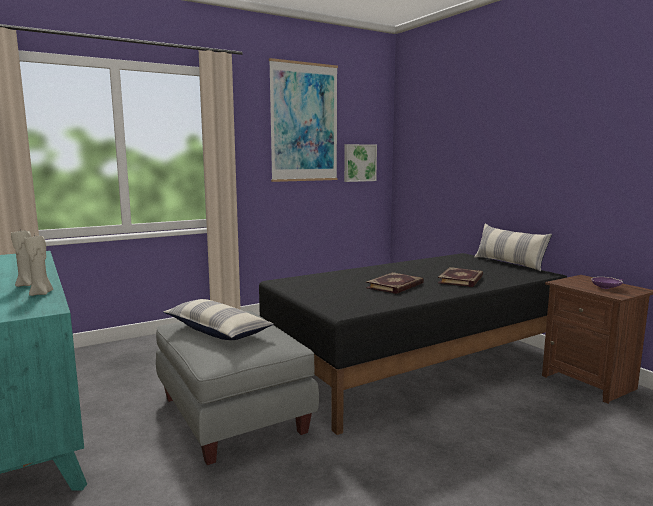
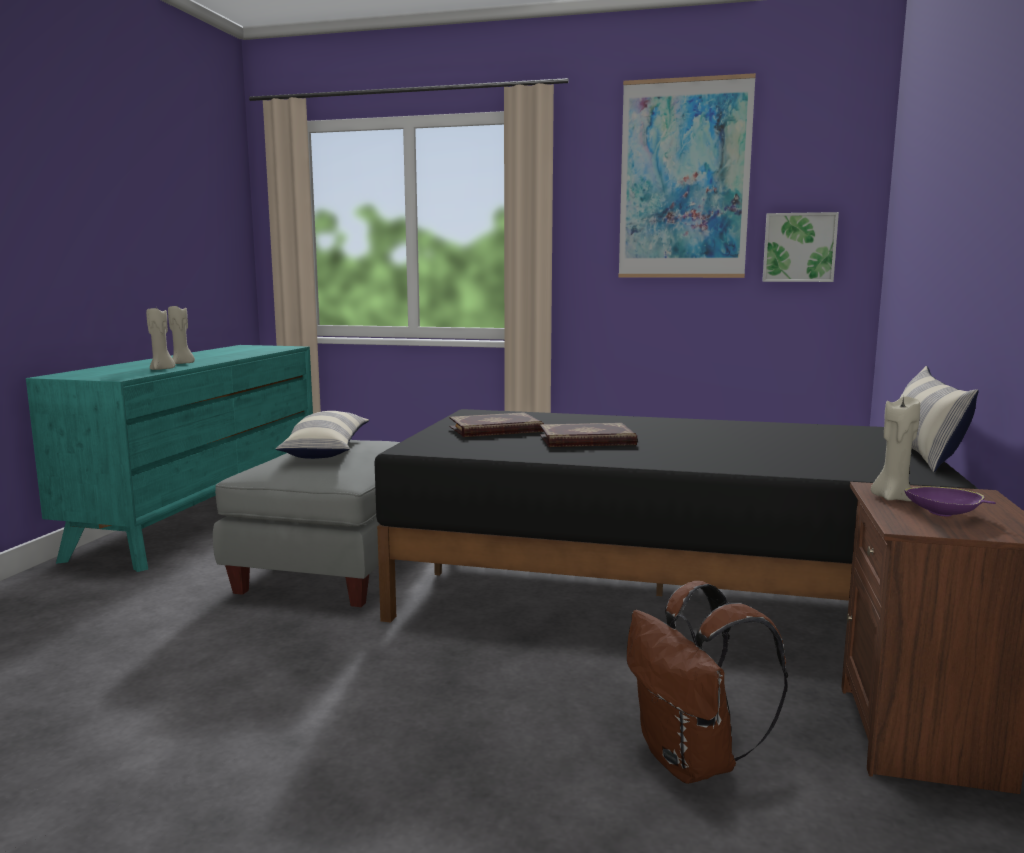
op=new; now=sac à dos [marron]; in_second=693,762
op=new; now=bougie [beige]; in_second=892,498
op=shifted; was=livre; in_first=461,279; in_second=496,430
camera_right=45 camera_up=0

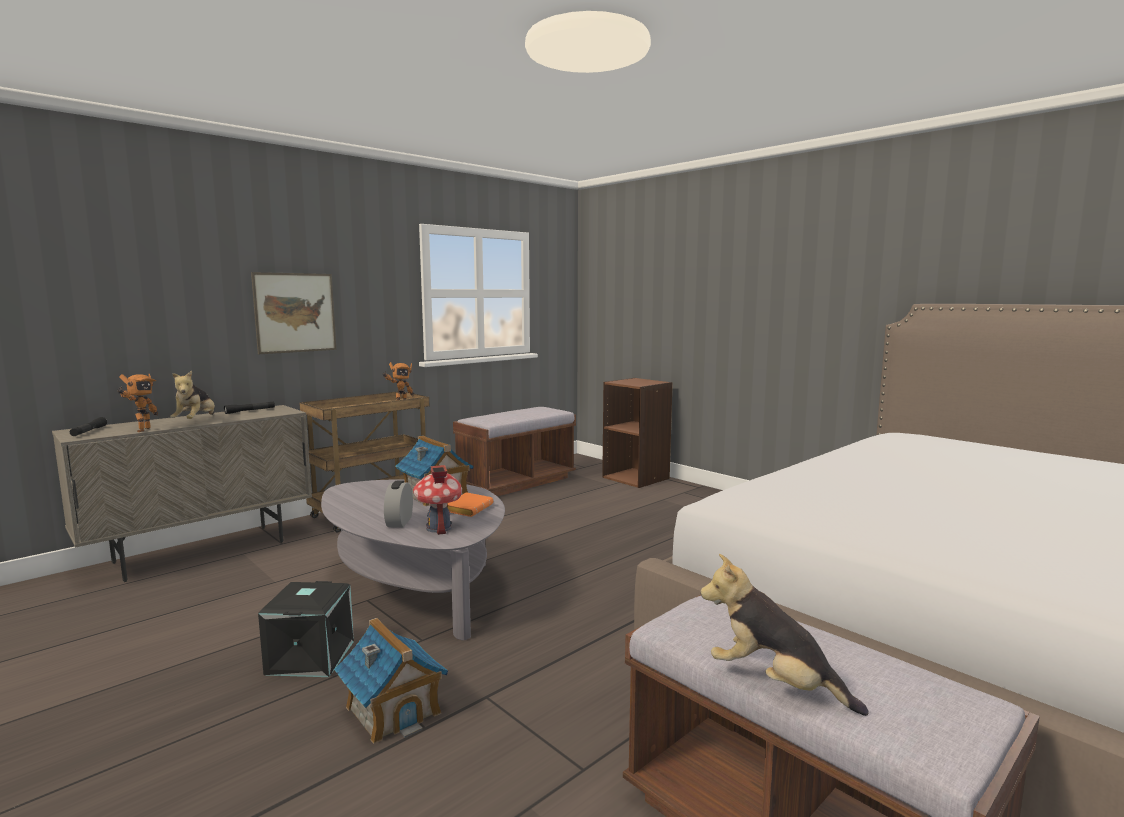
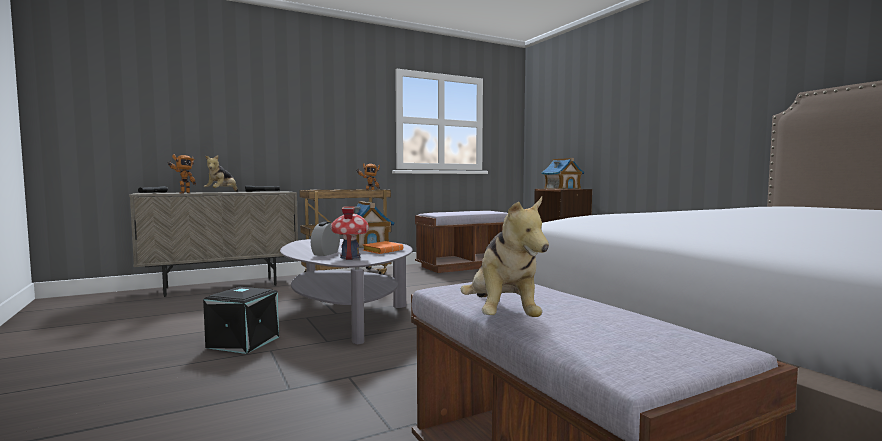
op=gone; was=tableau; in_first=295,312
op=shifted; was=maison miniature; in_first=393,710; in_second=562,188
op=rotated; was=peluche; in_first=774,684; in_second=502,317; clockwise=-150
camera_right=15 camera_up=-5

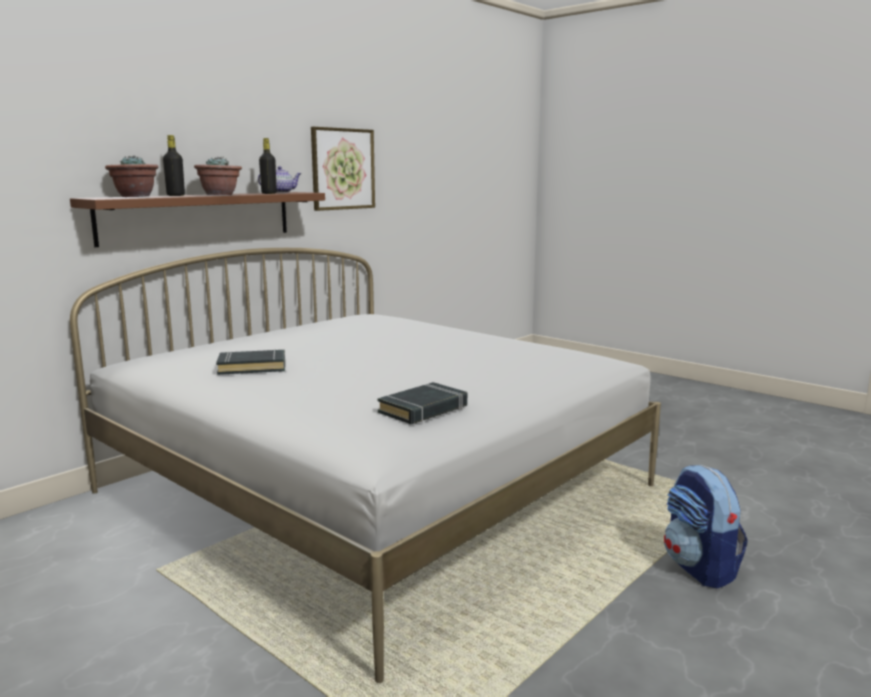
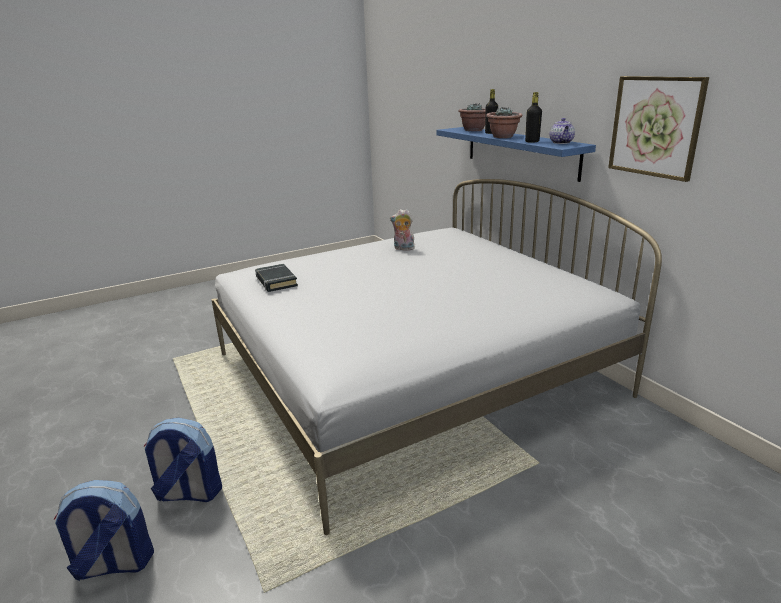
op=new; now=sac à dos; in_second=114,565
op=swapped; was=livre [noir]; now=peluche; in_first=252,367; in_second=403,249
op=repainted; was=étagère [marron]; now=étagère [bleu]; in_first=198,217; in_second=520,151
camera_right=110 camera_up=10

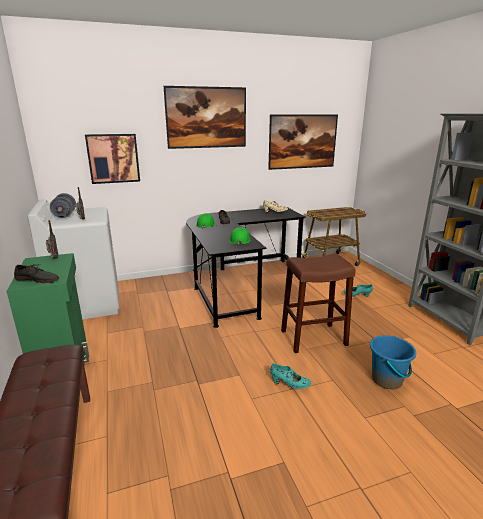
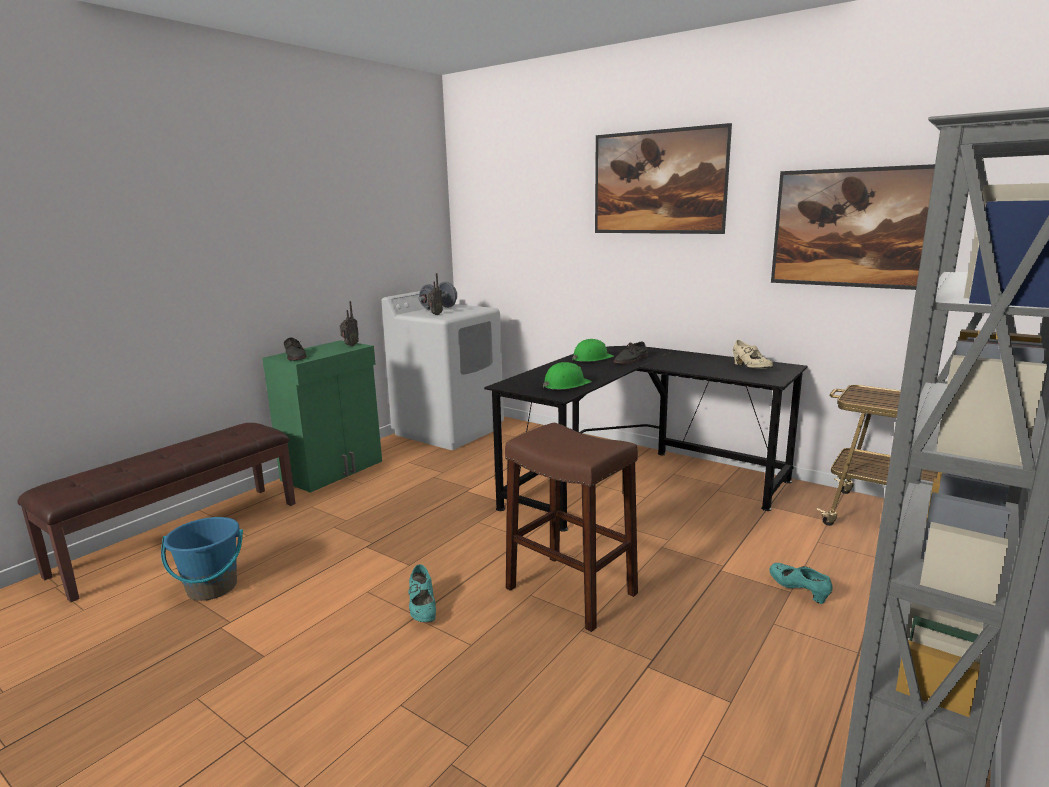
op=gone; was=tableau; in_first=113,158
op=shifted; was=seau [bleu]; in_first=387,380; in_second=212,588
camera_right=55 camera_up=-5

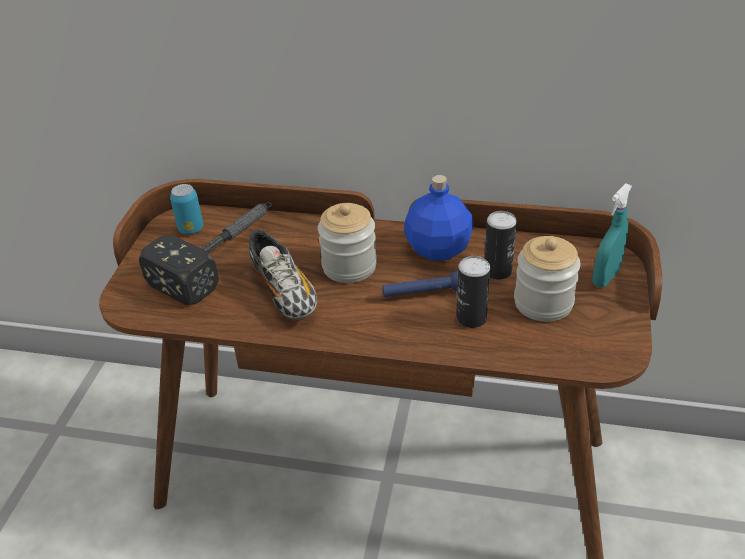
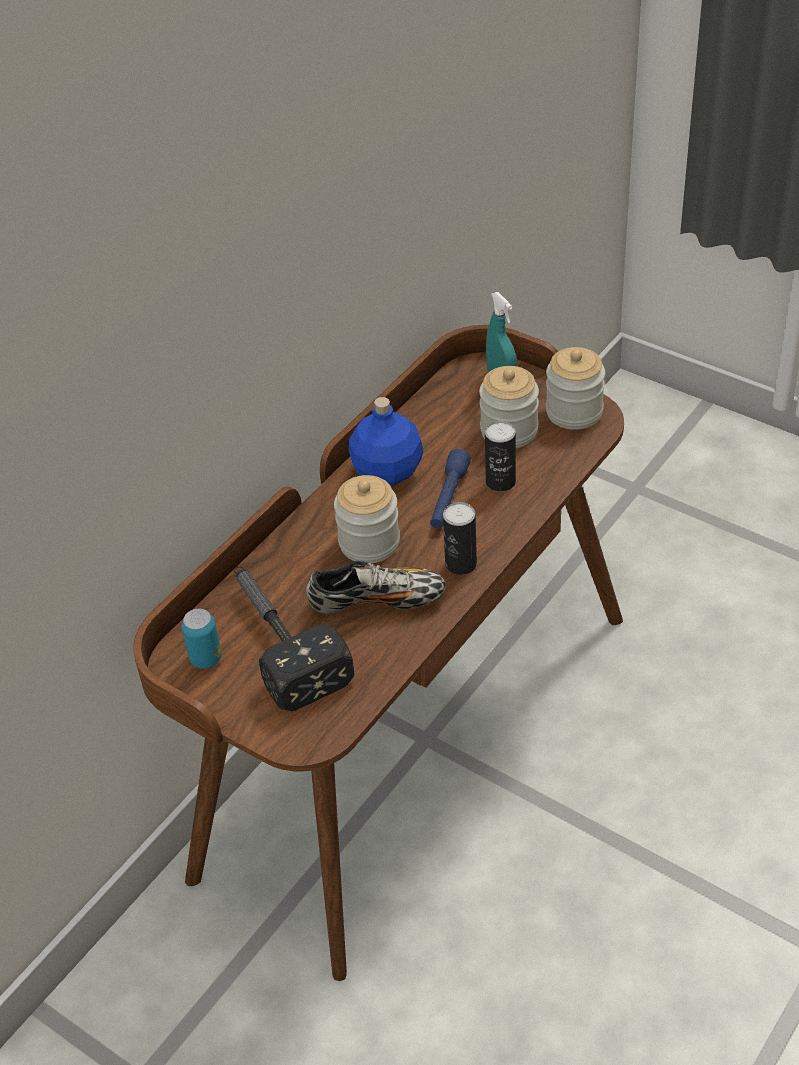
op=new; now=bocal; in_second=574,412
op=shifted; was=boîte métallique; in_first=497,271; in_second=461,564
camera_right=-65 camera_up=5

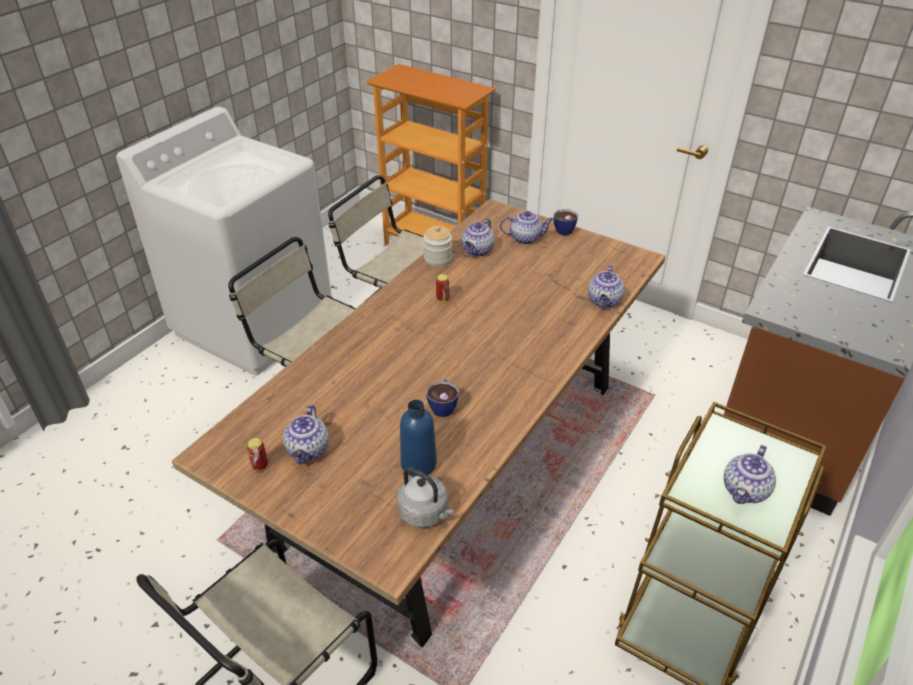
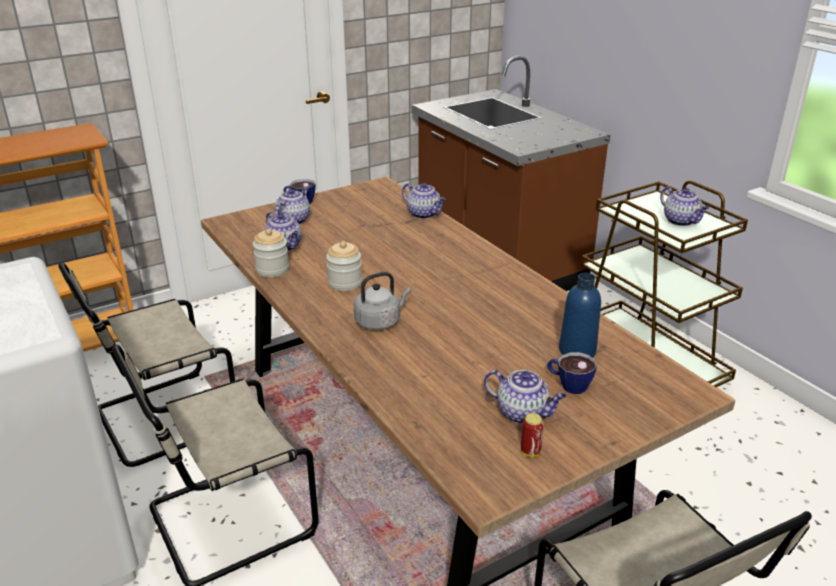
op=shifted; was=bouilloire [gris]; in_first=425,513; in_second=380,322
op=shifted; was=tasse; in_first=443,406; in_second=568,384
op=swapped; was=boîte métallique; now=bocal; in_first=442,299; in_second=345,283
camera_right=-65 camera_up=-10

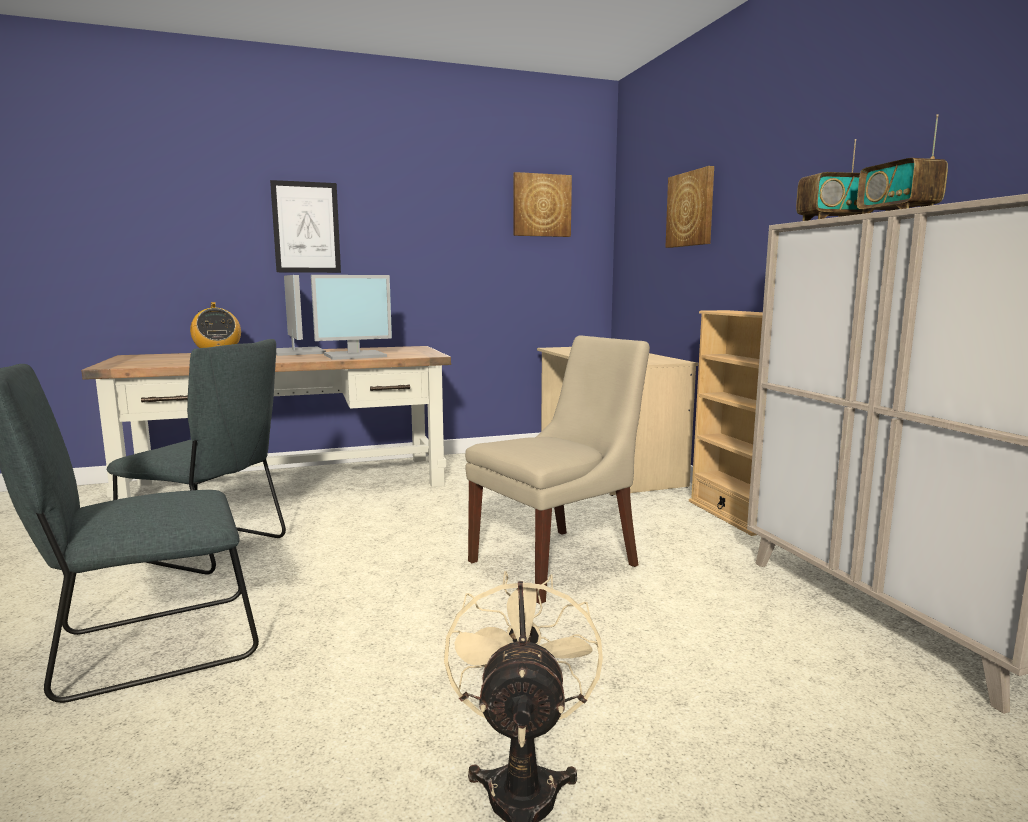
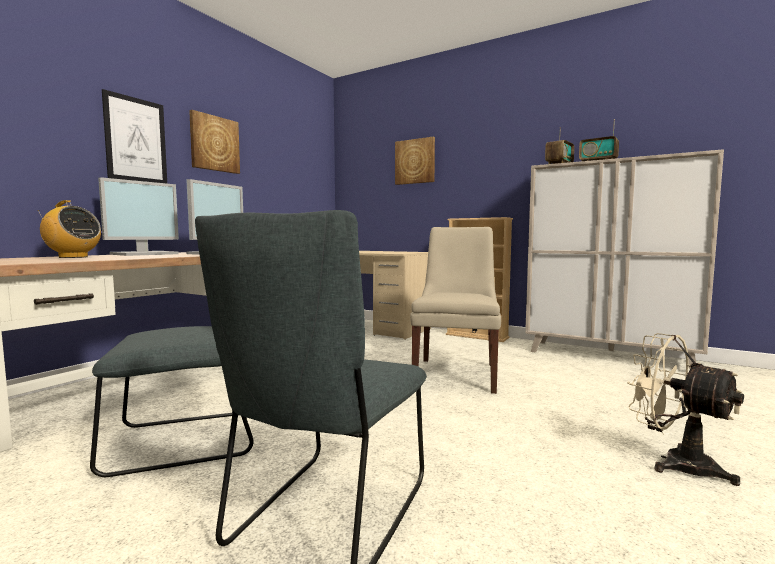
op=shifted; was=tableau; in_first=541,205; in_second=214,144
op=rotated; was=écran d'ordinateur; in_first=297,352; in_second=145,254; clockwise=105
camera_right=-40 camera_up=-5

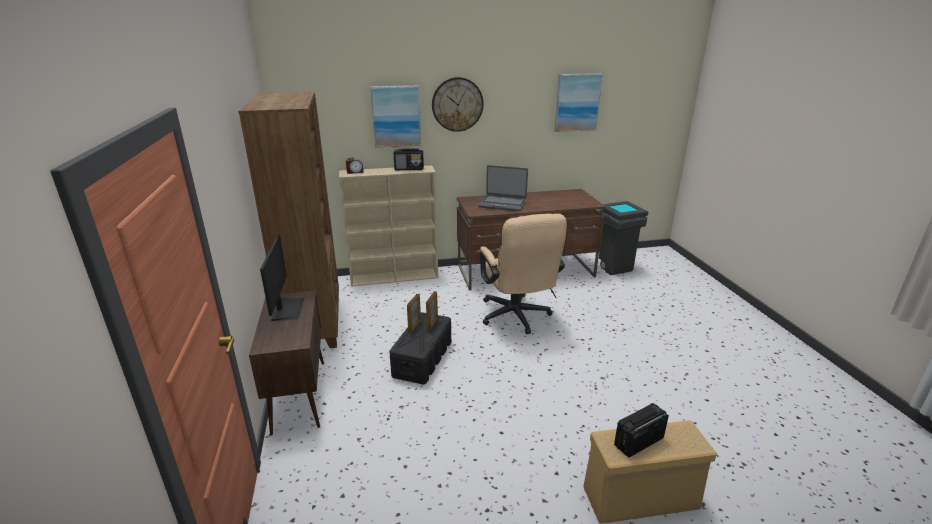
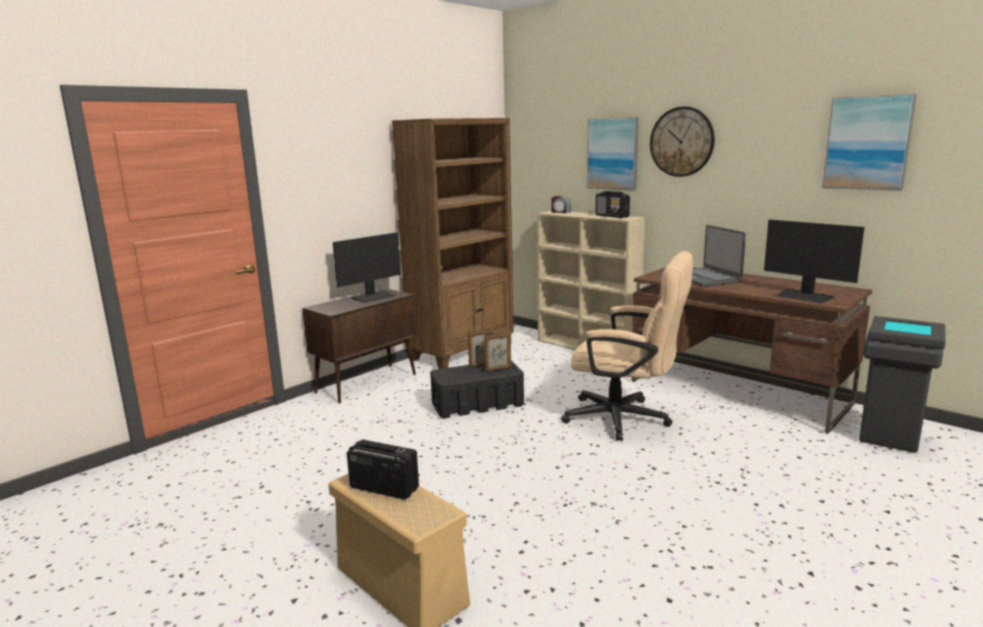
op=new; now=écran d'ordinateur; in_second=804,296
op=rotated; was=chaise de bureau [beige]; in_first=516,318; in_second=626,419; clockwise=-105
camera_right=55 camera_up=-10

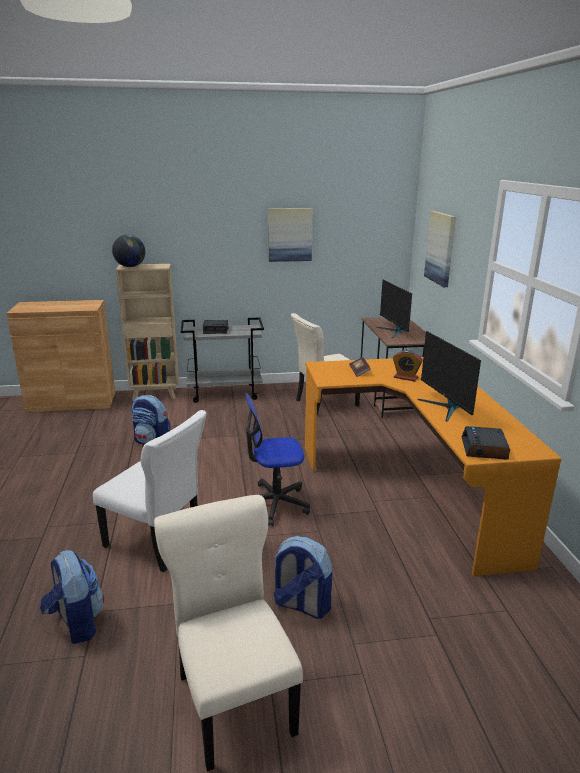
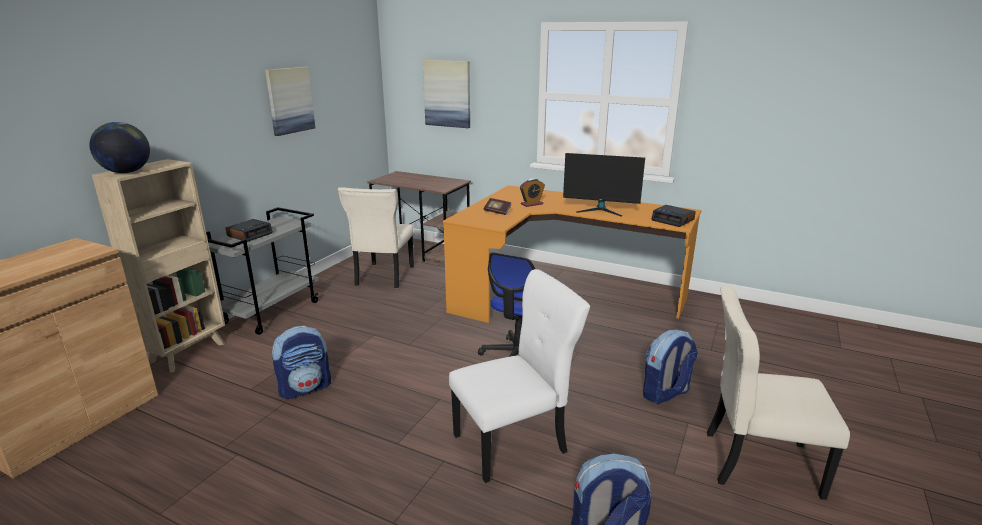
op=gone; was=écran d'ordinateur; in_first=394,331
camera_right=-55 camera_up=0

